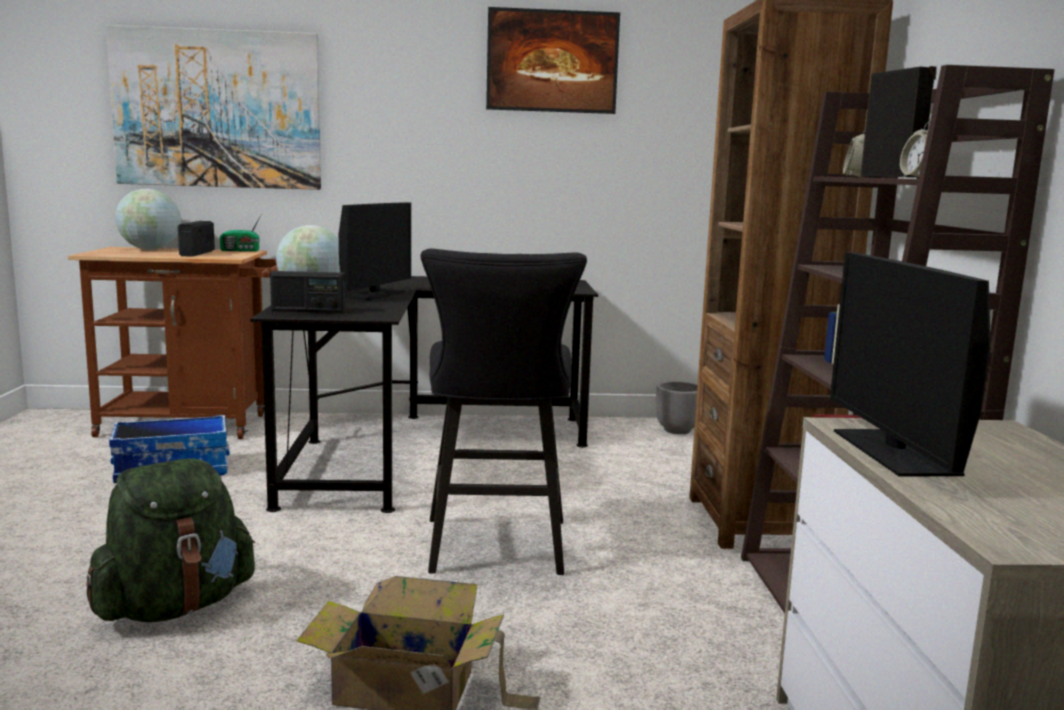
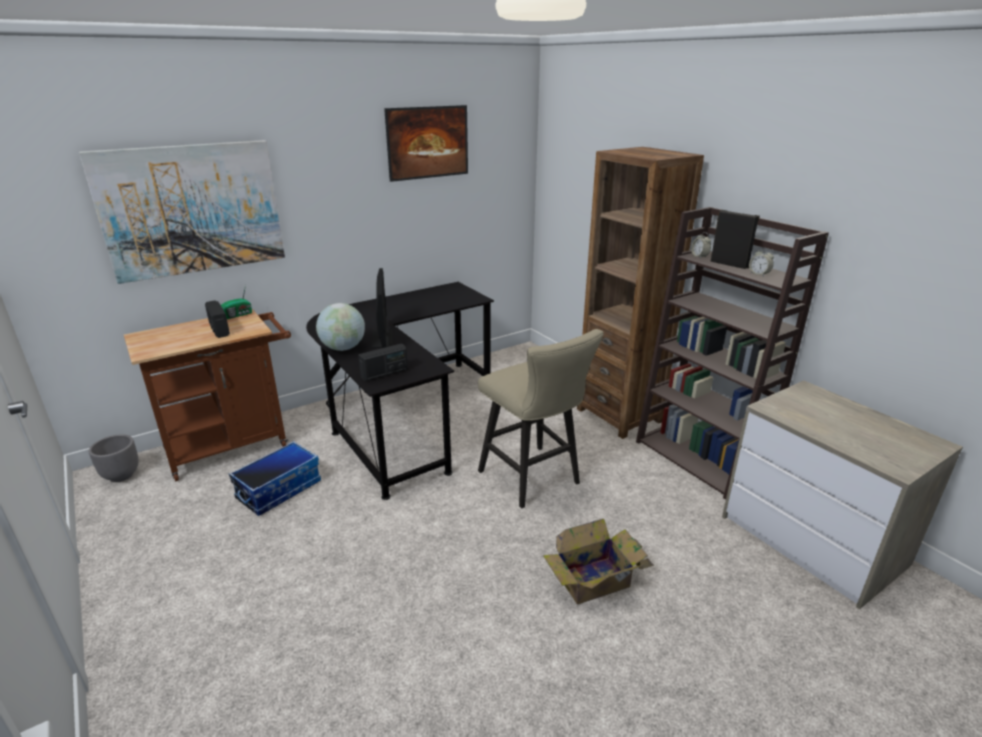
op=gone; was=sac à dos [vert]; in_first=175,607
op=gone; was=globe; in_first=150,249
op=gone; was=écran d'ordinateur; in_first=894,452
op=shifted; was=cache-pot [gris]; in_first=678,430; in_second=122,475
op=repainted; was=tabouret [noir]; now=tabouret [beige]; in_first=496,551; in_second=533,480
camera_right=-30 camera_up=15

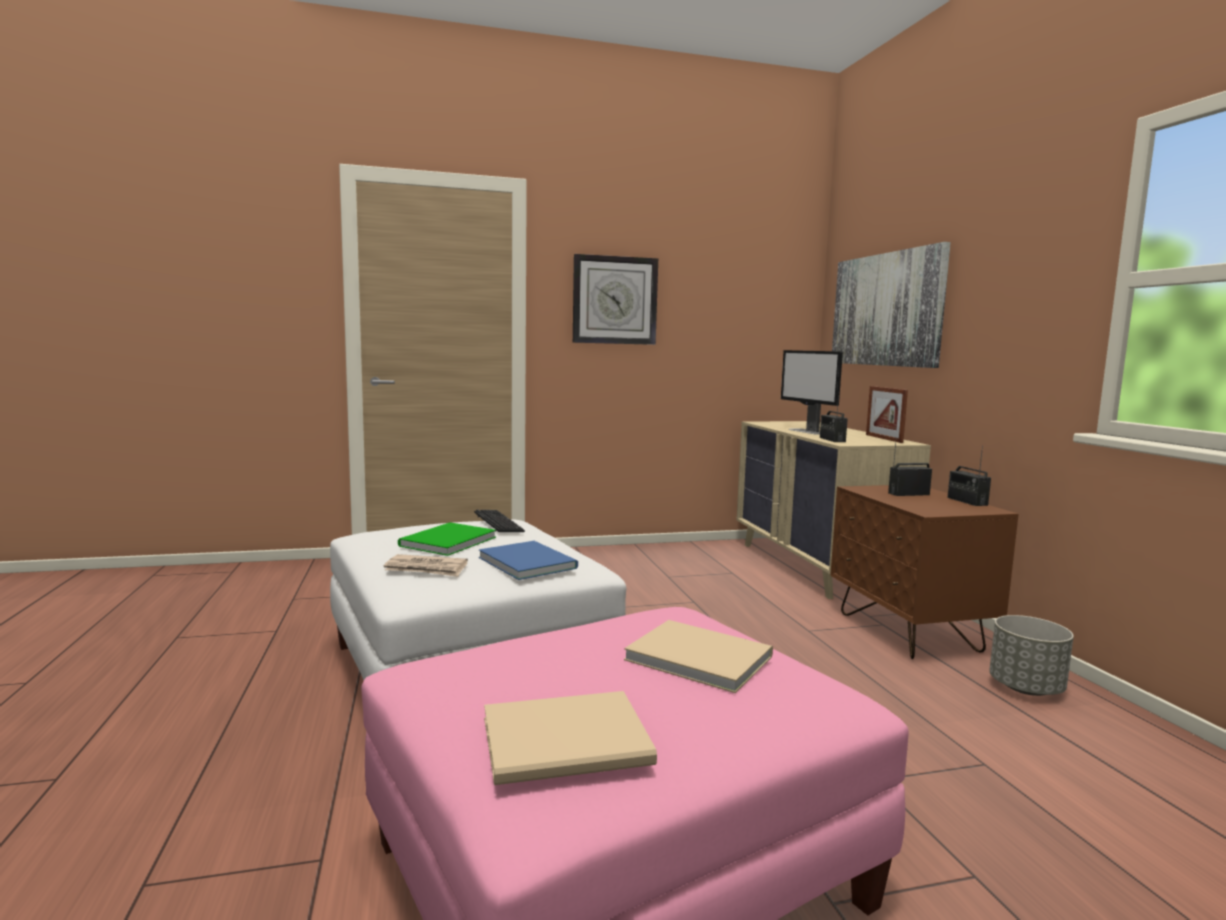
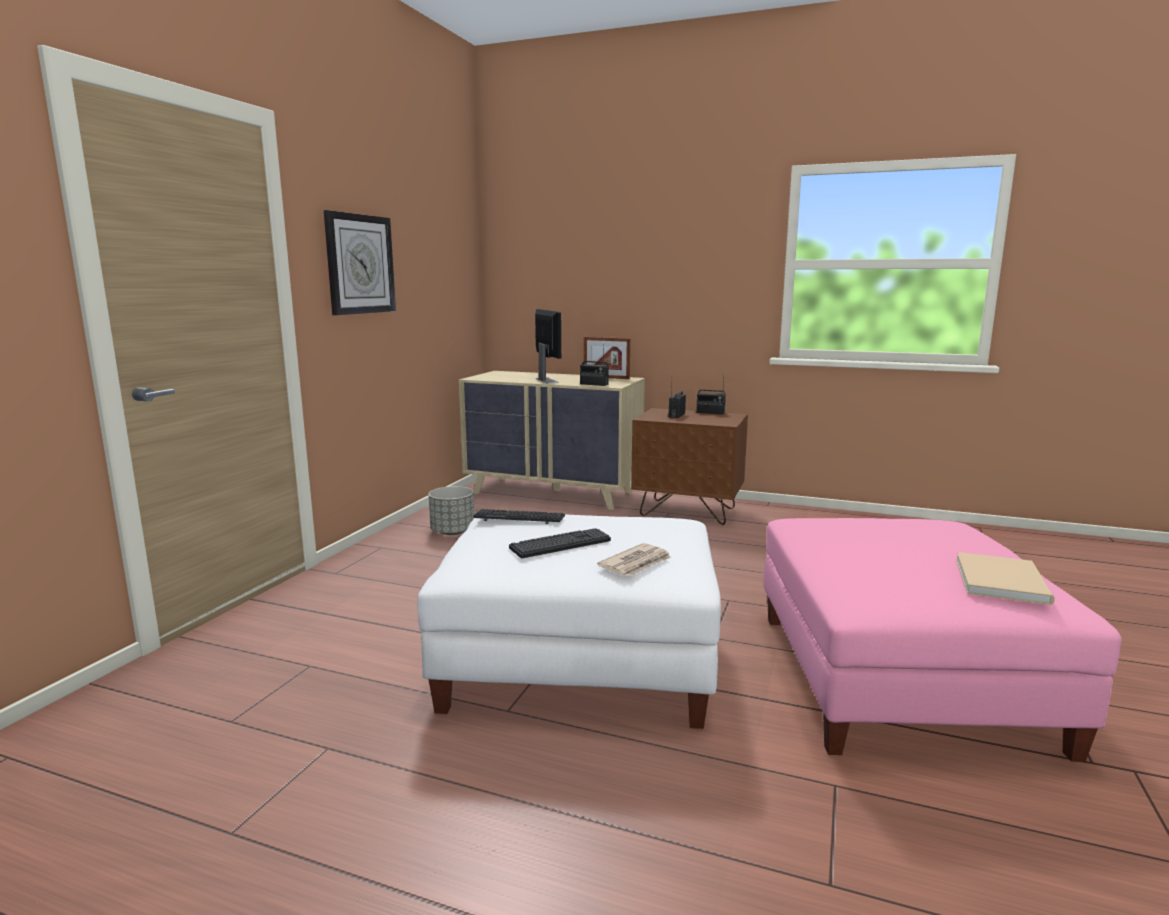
op=gone; was=livre [bleu]; in_first=528,562
op=gone; was=livre [beige]; in_first=696,656
op=gone; was=tableau; in_first=886,310
op=shifted; was=cache-pot [gris]; in_first=1026,688; in_second=453,532
op=swapped; was=livre [vert]; now=clavier; in_first=445,542; in_second=560,544
op=rotated; was=écran d'ordinateur; in_first=808,431; in_second=547,380; clockwise=-120
camera_right=-55 camera_up=5

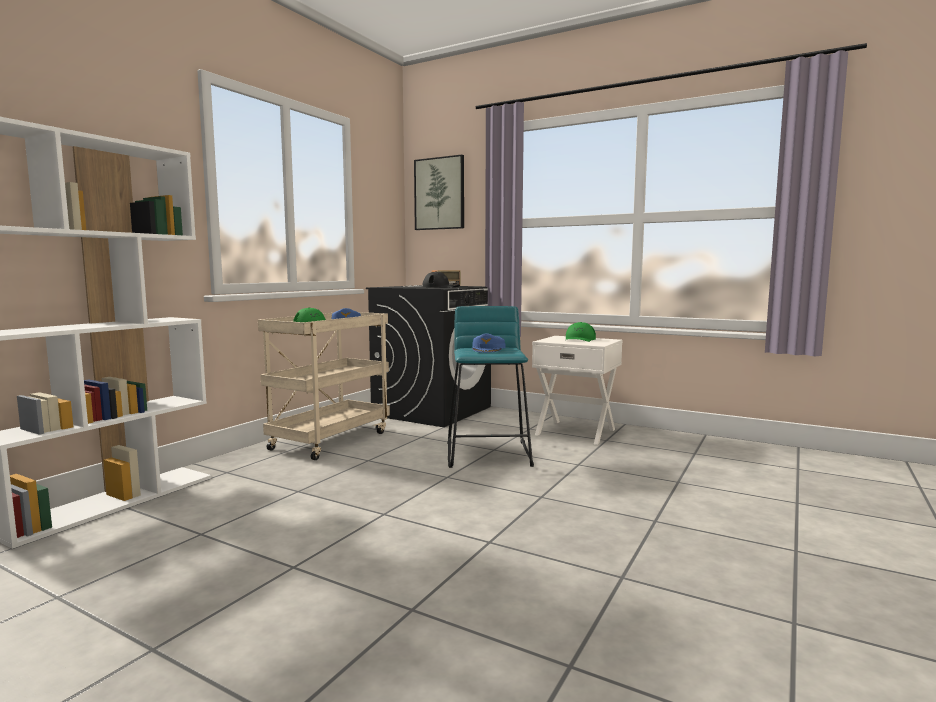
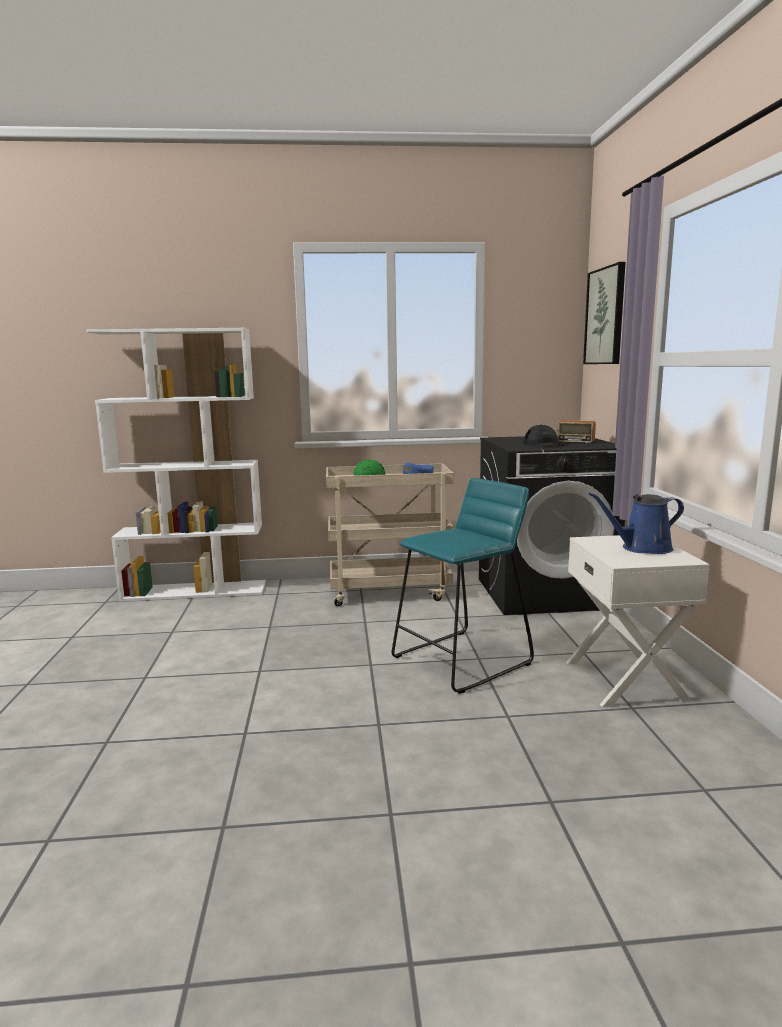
op=gone; was=casquette [bleu]; in_first=488,349
op=swapped; was=casquette [vert]; now=arrosoir [bleu]; in_first=579,339; in_second=642,548
camera_right=55 camera_up=5

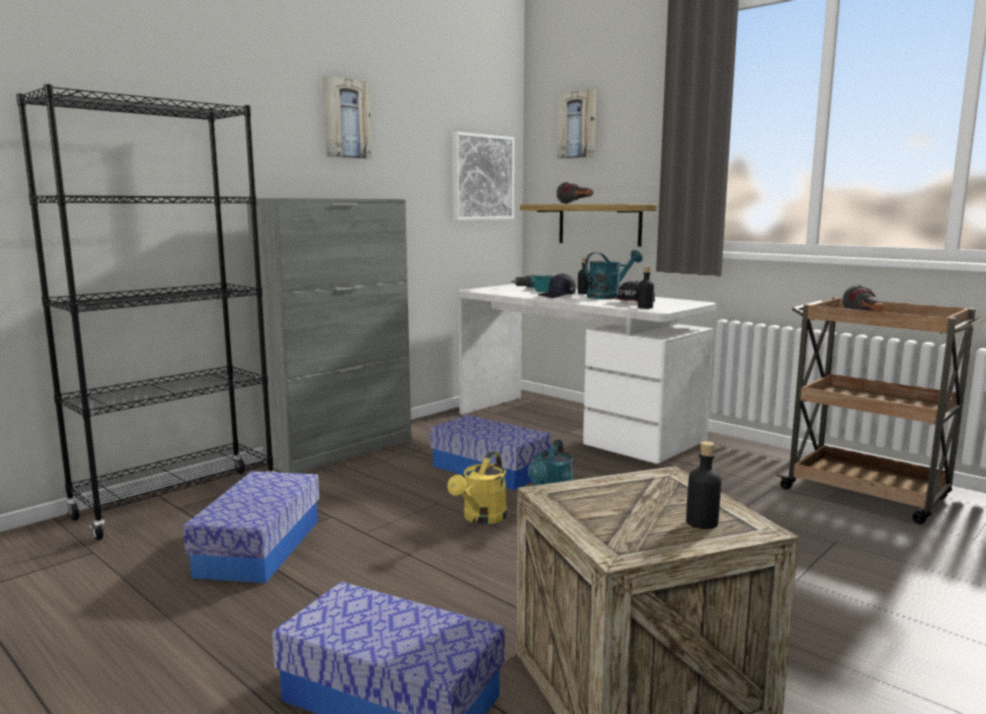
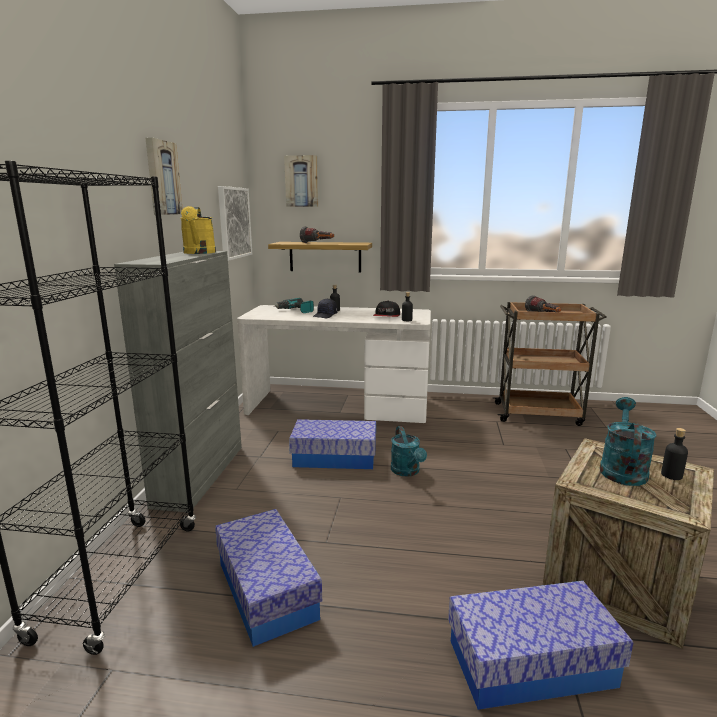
op=shifted; was=arrosoir [jaune]; in_first=481,518; in_second=199,253
op=shifted; was=arrosoir [turquoise]; in_first=608,296; in_second=622,469
camera_right=-35 camera_up=5

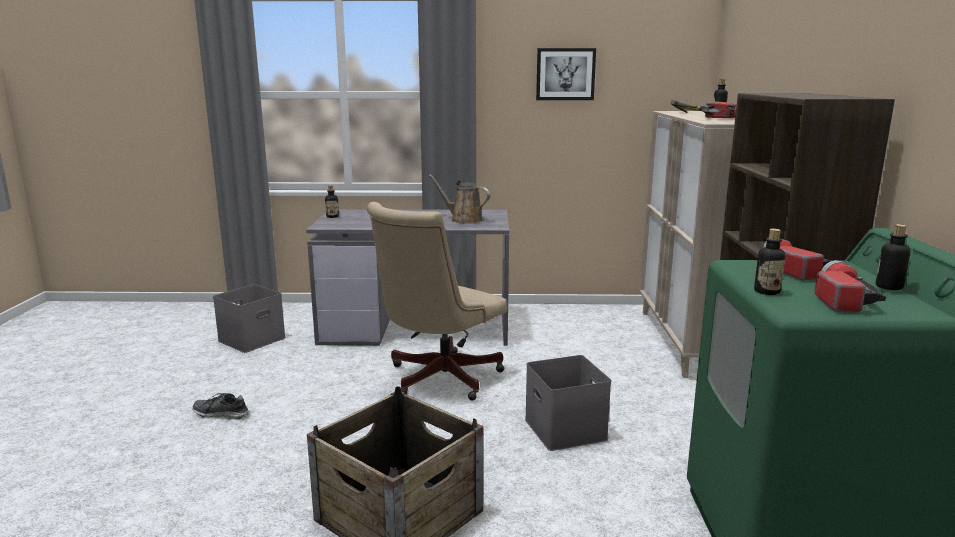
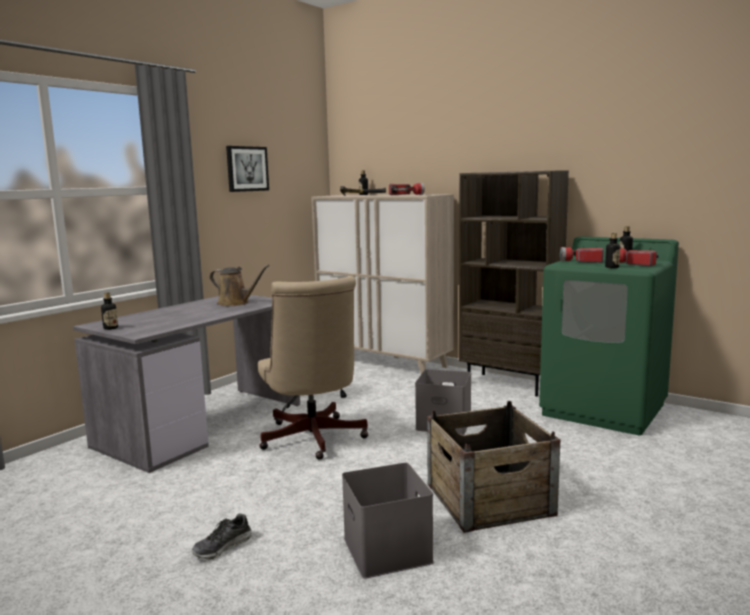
op=shifted; was=boîte de rangement [gris]; in_first=252,339; in_second=385,549
op=rotated; was=arrosoir [marron]; in_first=464,220; in_second=236,303; clockwise=-135
camera_right=-55 camera_up=-5

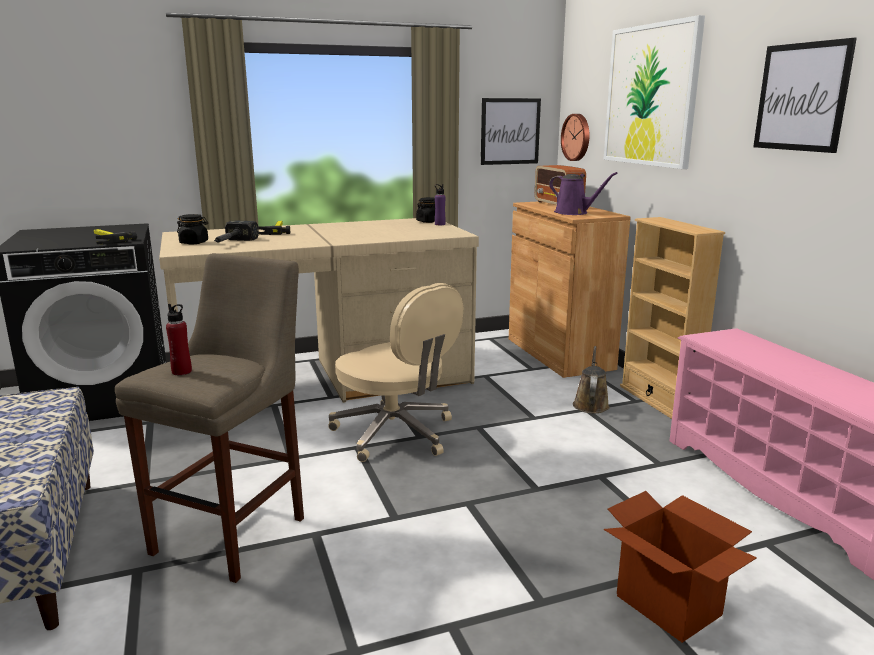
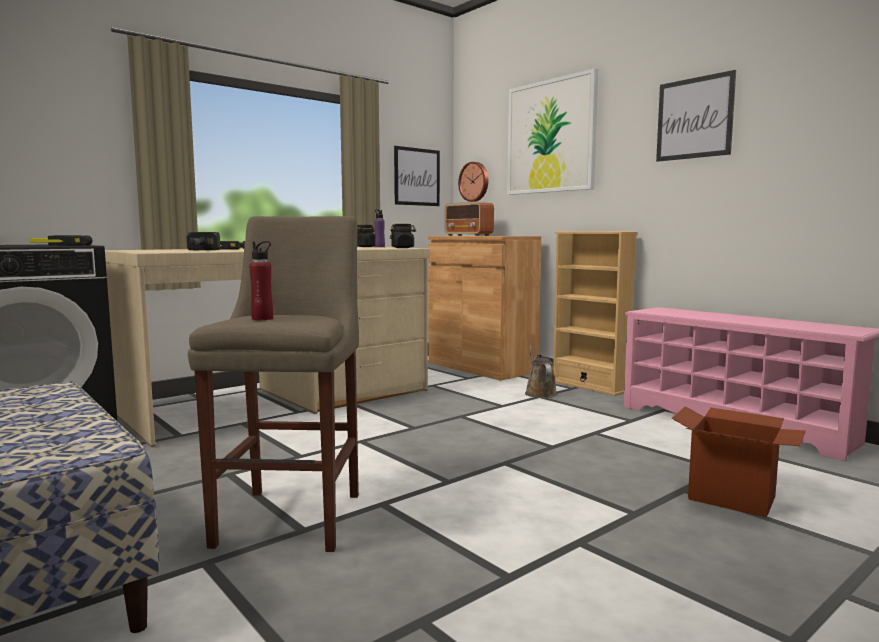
op=gone; was=chaise de bureau [beige]; in_first=396,434
op=gone; was=arrosoir [violet]; in_first=574,213
op=shifted; was=bocal [noir]; in_first=194,243; in_second=403,248
camera_right=-20 camera_up=-10

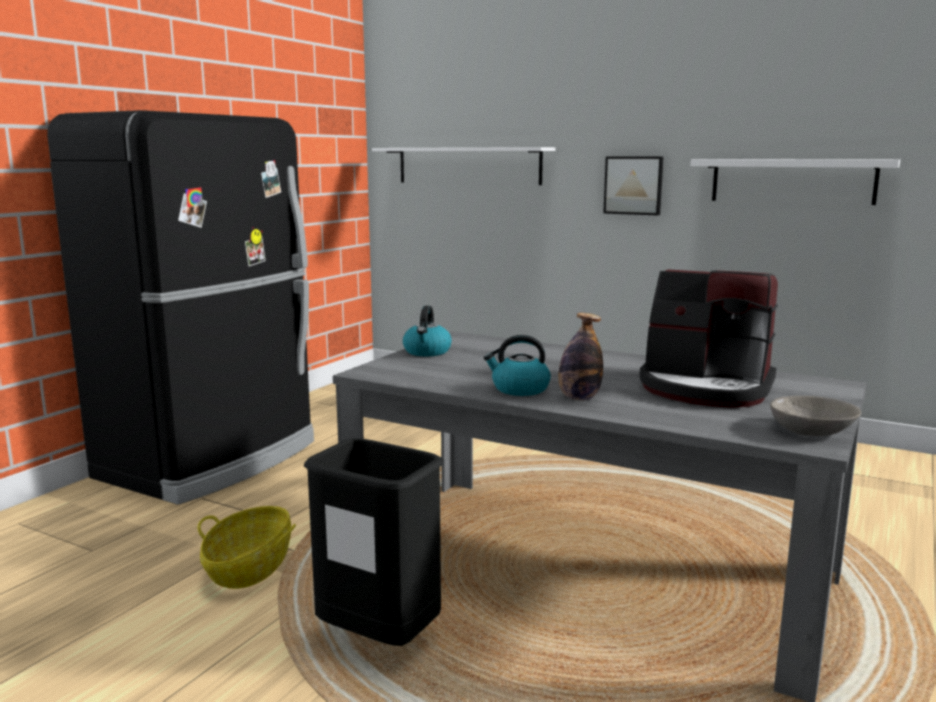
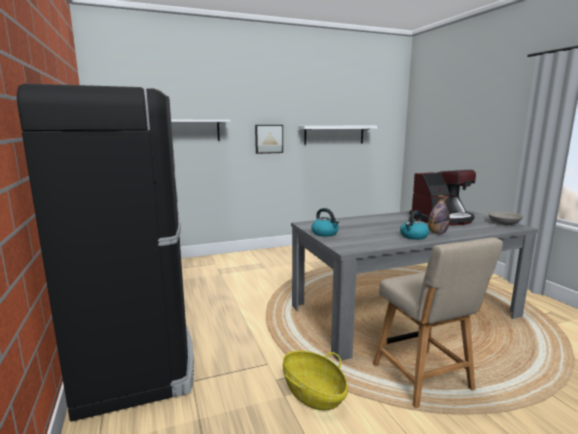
op=swapped; was=poubelle [noir]; now=chaise [beige]; in_first=378,639; in_second=424,380
camera_right=-50 camera_up=0

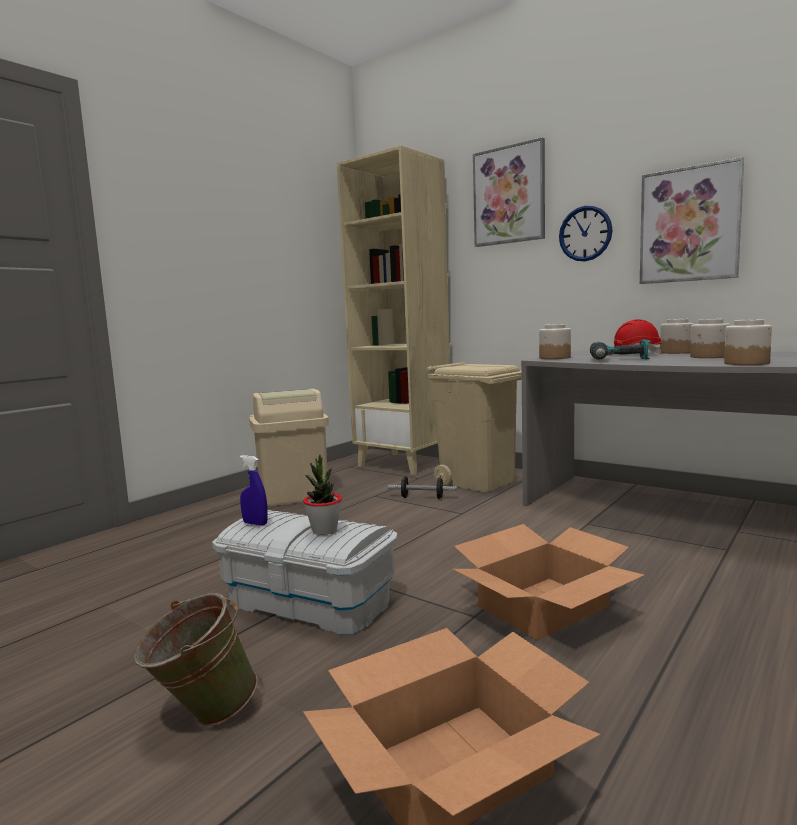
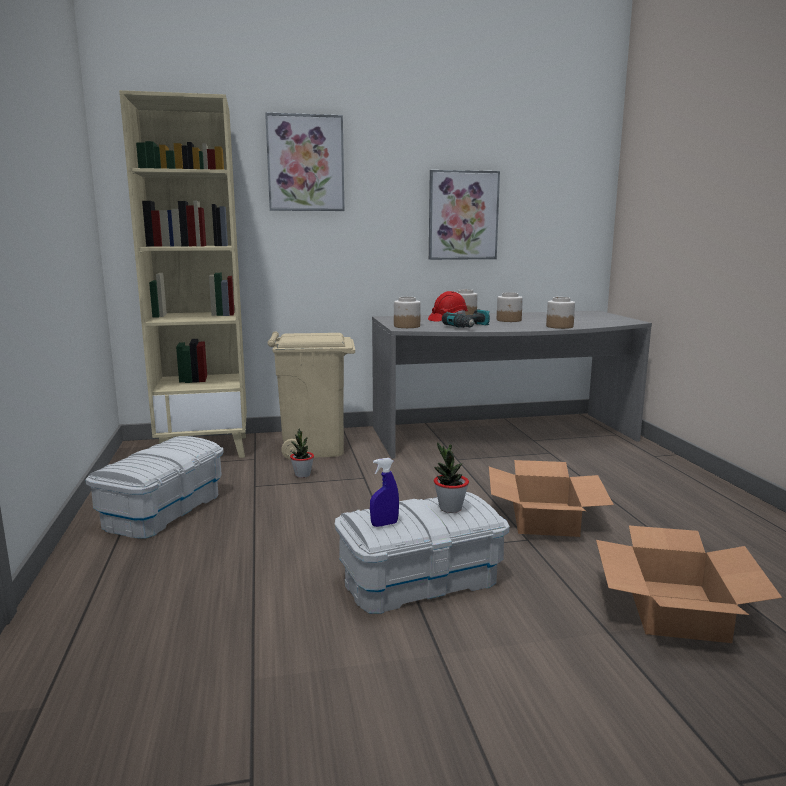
op=gone; was=seau [vert]; in_first=201,716
op=gone; was=horloge murale; in_first=585,233
op=swapped; was=poubelle [beige]; now=boîte de rangement [blanc]; in_first=293,495; in_second=163,511
op=swapped; was=haltère; now=plante en pot; in_first=422,498; in_second=302,475
camera_right=-50 camera_up=5

